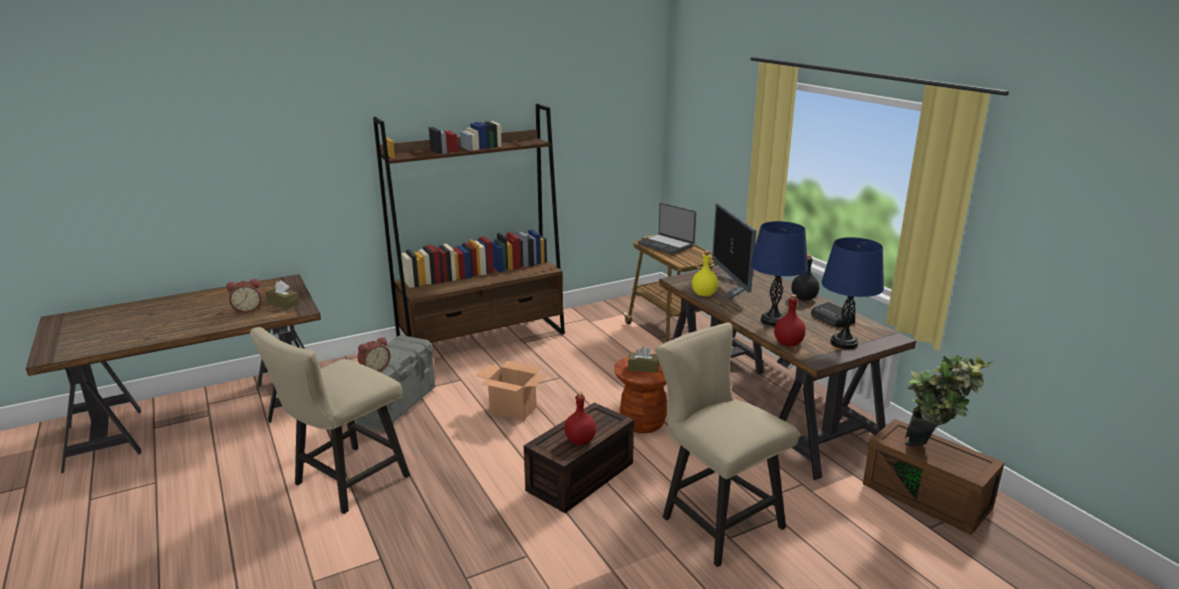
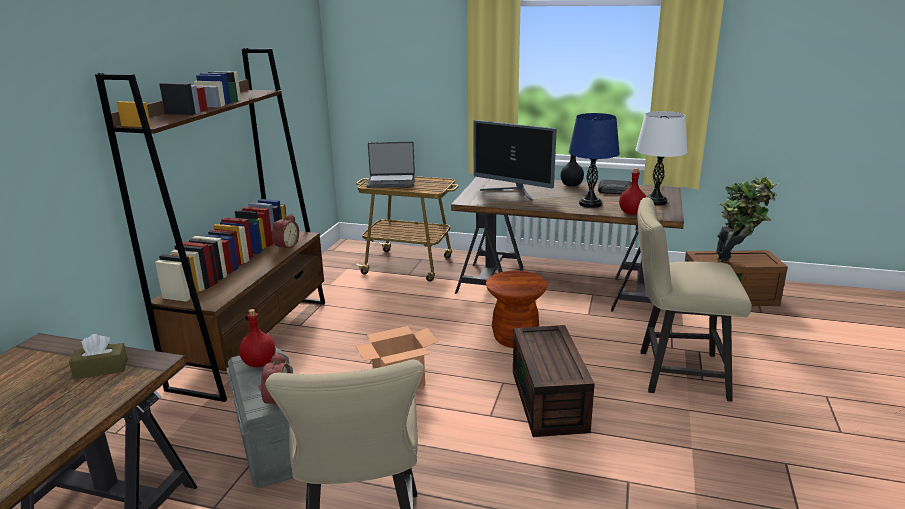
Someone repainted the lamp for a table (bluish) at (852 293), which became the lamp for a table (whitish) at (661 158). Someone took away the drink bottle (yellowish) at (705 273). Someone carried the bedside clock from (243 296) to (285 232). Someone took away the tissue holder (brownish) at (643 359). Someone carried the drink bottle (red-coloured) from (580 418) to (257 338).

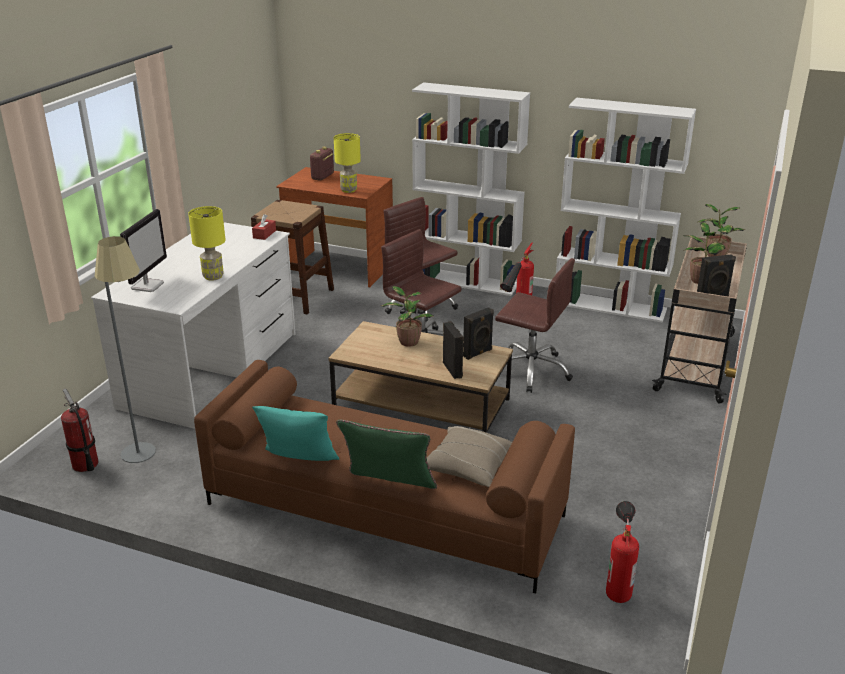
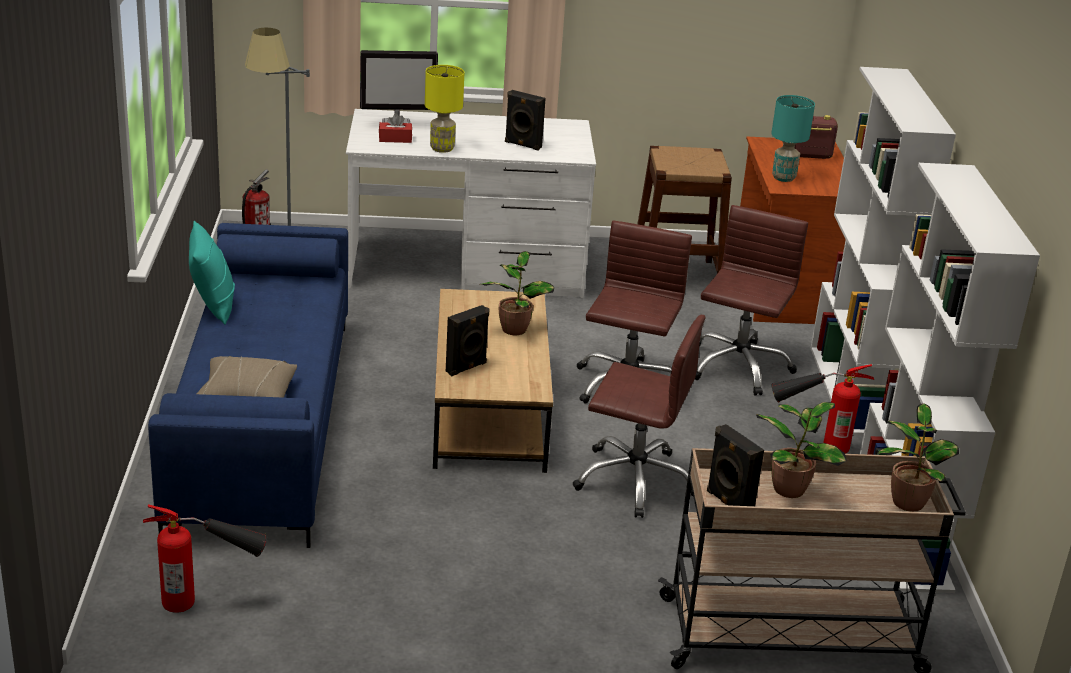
Someone repainted the lamp for a table (yellowish) at (347 163), which became the lamp for a table (blue-green) at (793 138). Someone carried the tissue holder (red-coloured) from (264 227) to (395 128). Someone rotated the computer chair (brownish) at (535 325) by 75 degrees counterclockwise. Someone carried the loudspeaker (blackish) from (478 333) to (525 120). Someone repainted the couch (brownish) at (384 476), which became the couch (bluish) at (248 385). Someone took away the pillow (green-coloured) at (386 454).

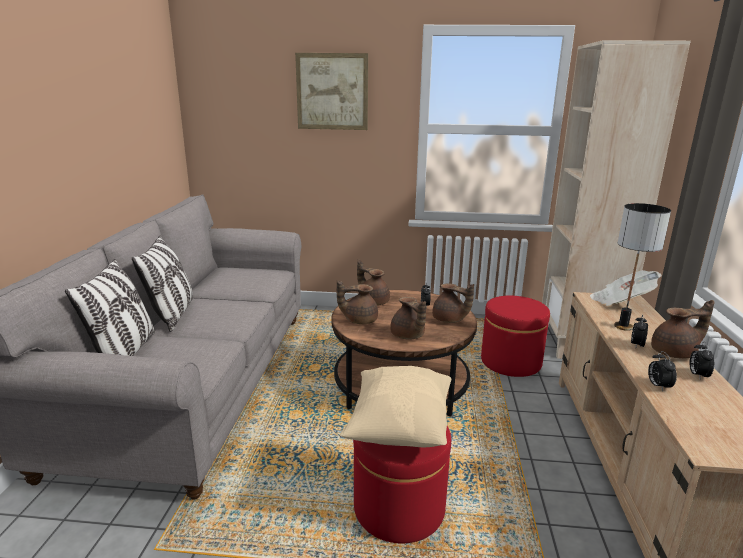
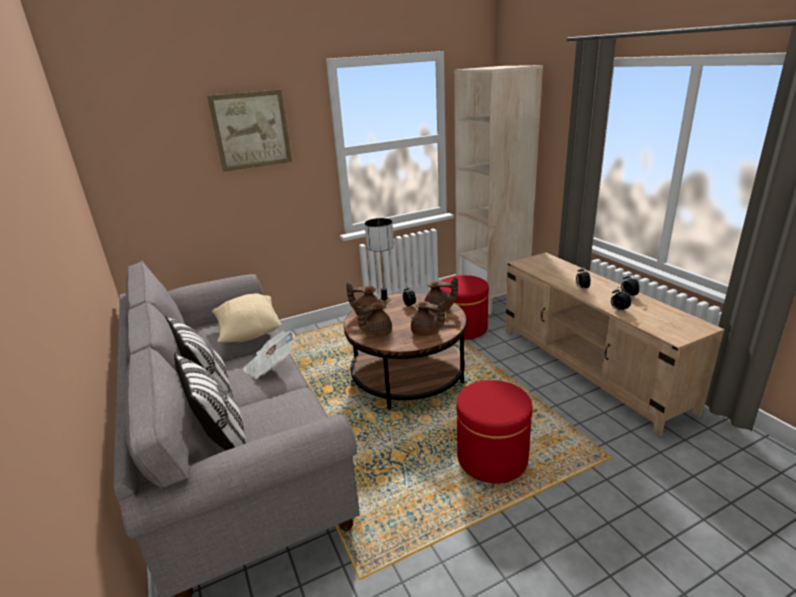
Someone carried the lamp for a table from (642 267) to (379 260). Someone carried the daily paper from (626 288) to (269 355). Someone took away the pot for tea (brownish) at (682 329). Someone carried the pillow (beige-coloured) from (395 406) to (247 318).

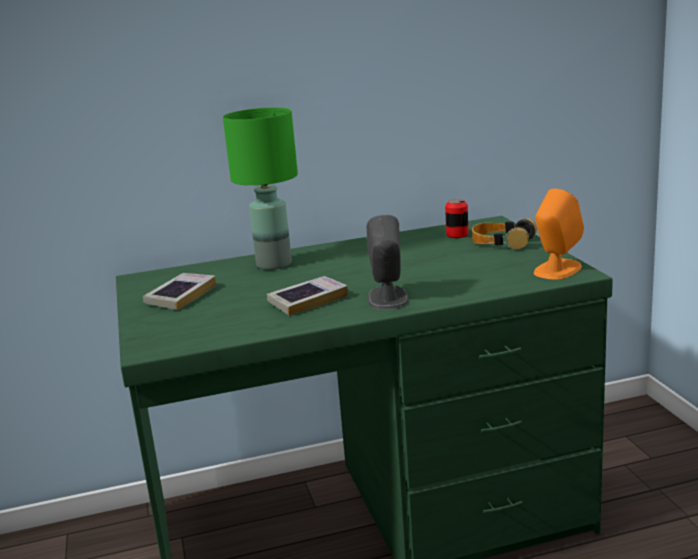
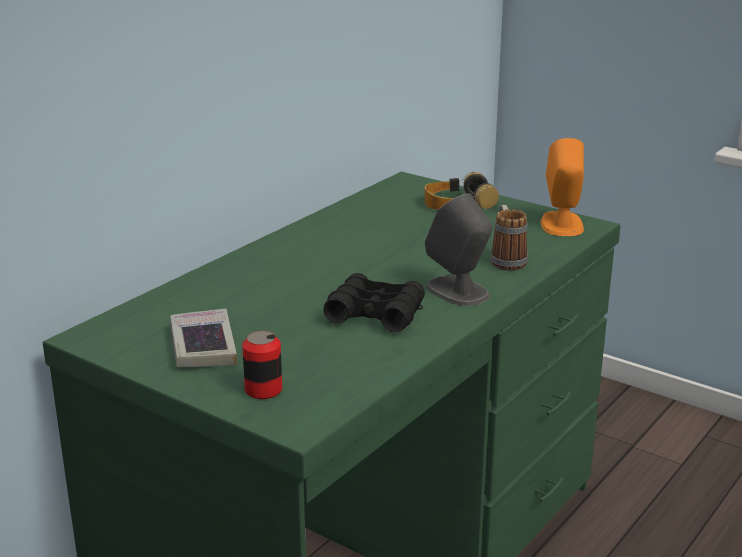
Someone took away the lamp for a table (green-coloured) at (260 188). Someone carried the can from (456 218) to (262 365). Someone swapped the volume at (307 296) for the binoculars (blackish) at (374 302). Someone put down the mug at (509 238).

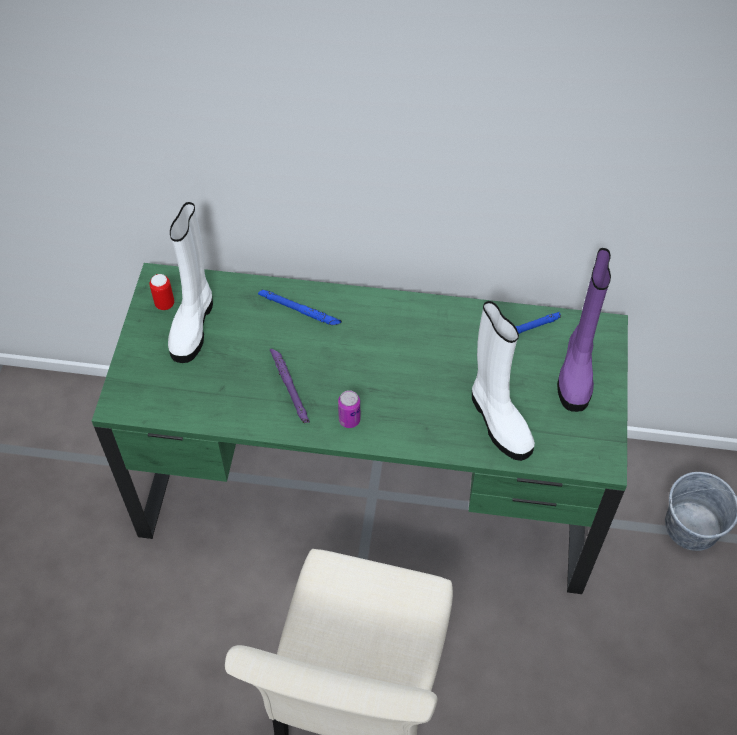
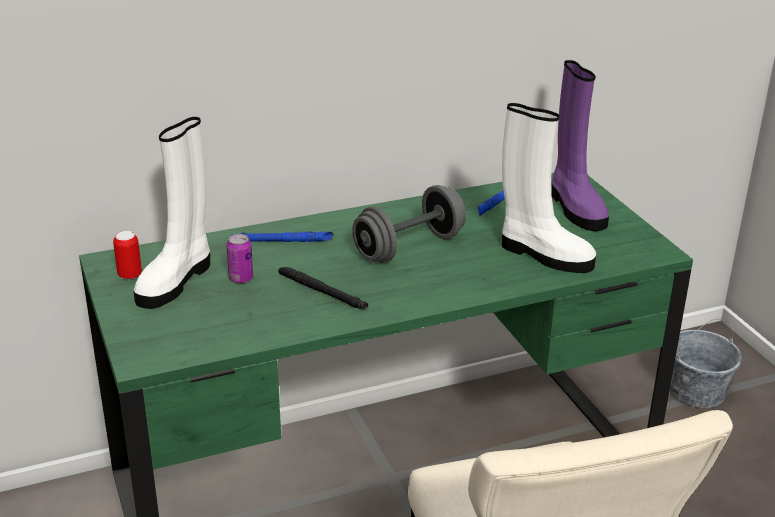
Someone rotated the high-top boot (whitish) at (190 282) by 45 degrees clockwise. Someone repainted the flashlight (purple-coloured) at (290 386), which became the flashlight (blackish) at (323 288). Someone carried the can from (349 409) to (239 258). Someone put down the hand weight (gray) at (409 224).

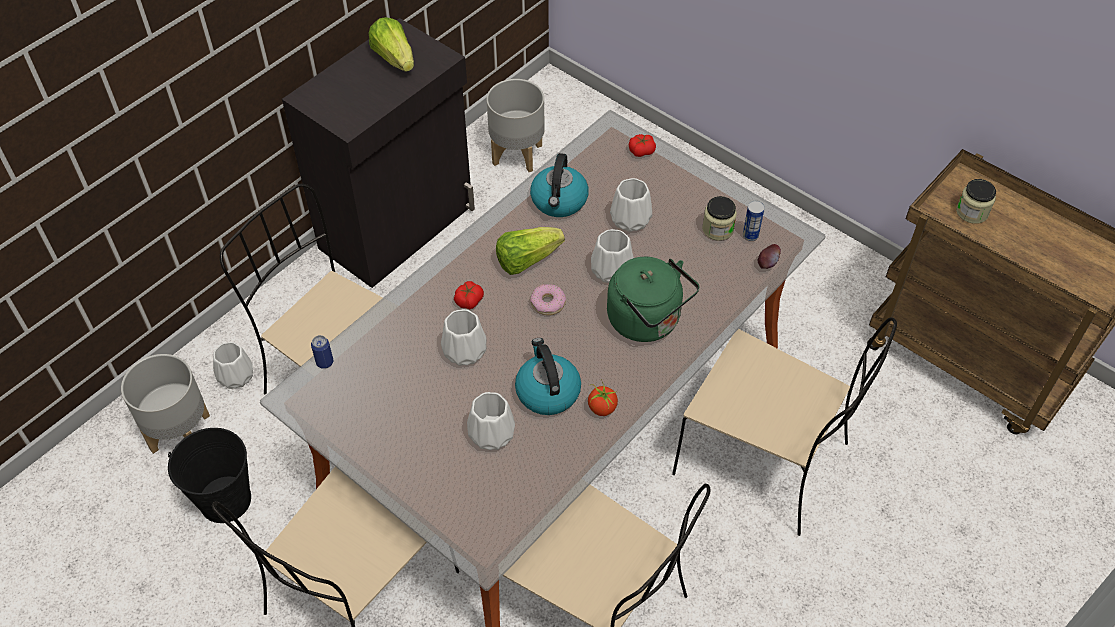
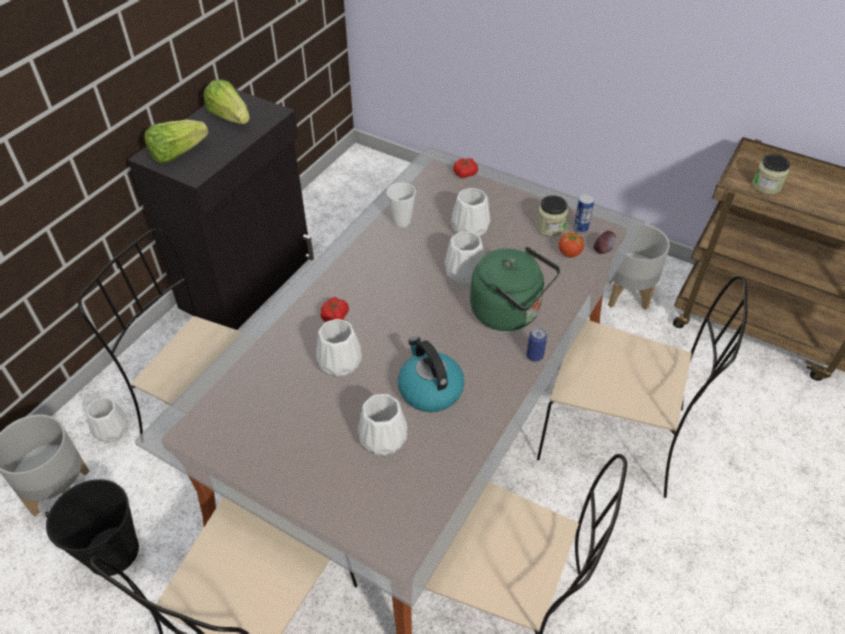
Someone carried the plant pot (gray) from (516 125) to (639 267). Someone swapped the water kettle at (559 185) for the cup at (401 204). Someone carried the lettuce head from (530 251) to (176 142). Someone took away the ring doughnut at (548 299). Someone carried the can from (322 352) to (536 344). Someone carried the fresh tomato from (603 398) to (571 241).

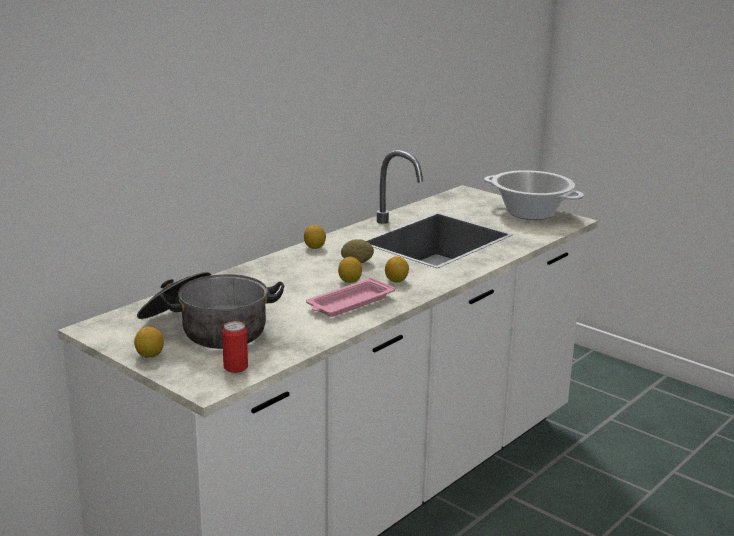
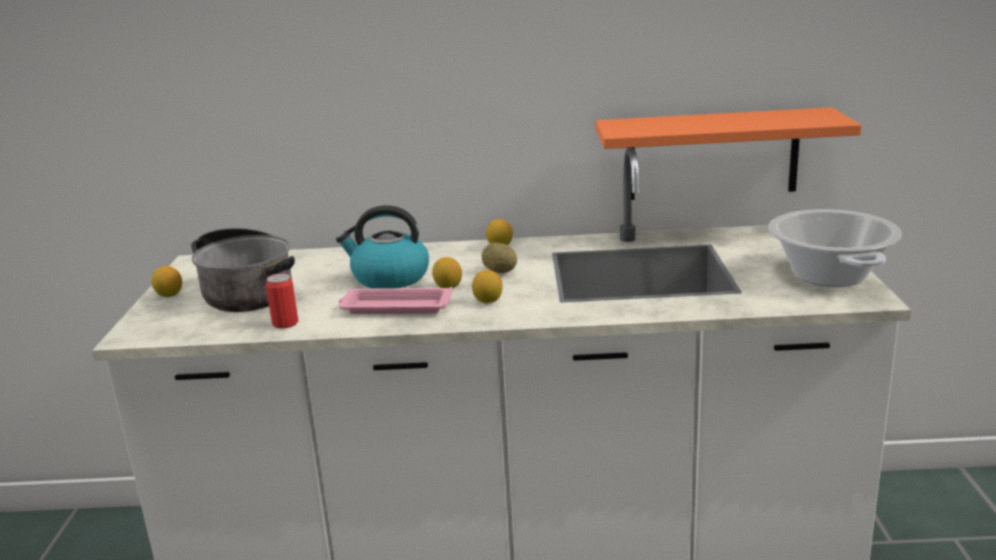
Someone carried the can from (235 347) to (282 300). Someone put up the shelf (orange) at (728 153). Someone put down the water kettle at (382 247).

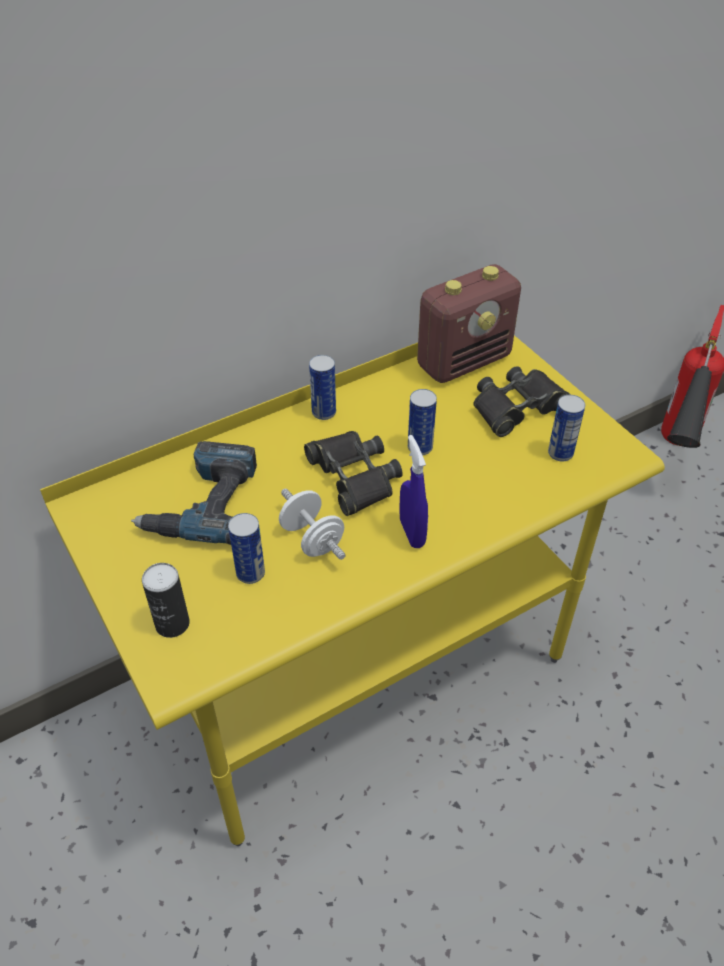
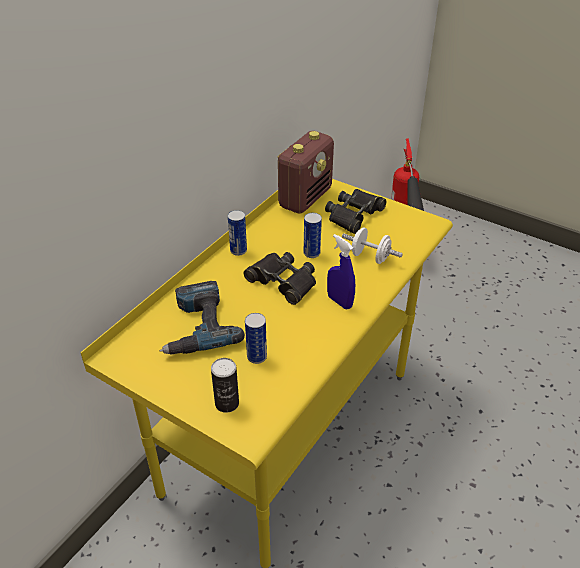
Someone took away the can at (566 428). Someone carried the hand weight (whitish) from (312 524) to (372 245).

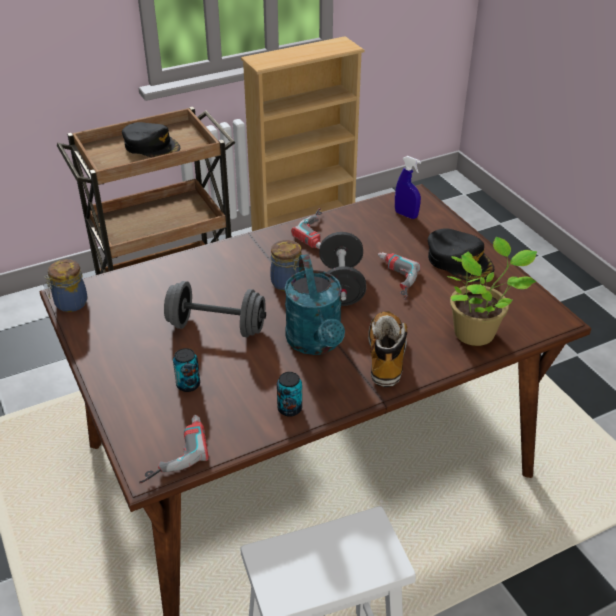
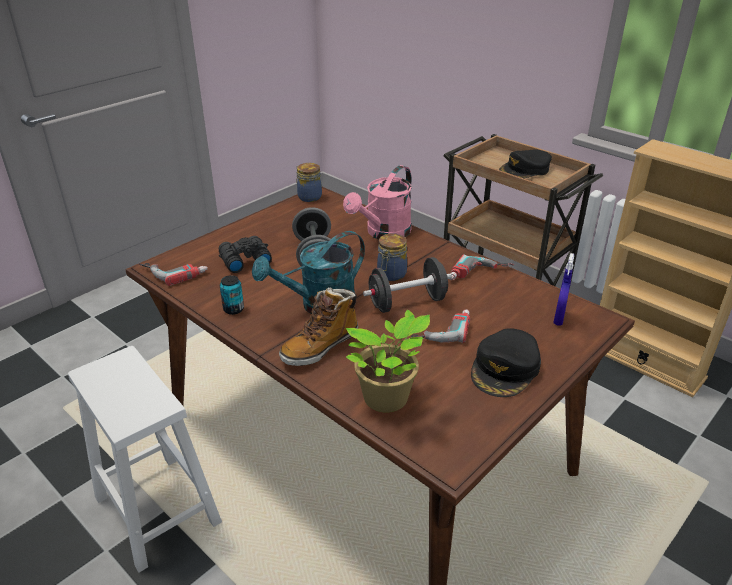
Someone rotated the peaked cap (blackish) at (151 139) by 45 degrees clockwise. Someone rotated the high-top boot at (388 349) by 150 degrees clockwise. Someone swapped the can at (186 370) for the binoculars (blackish) at (245 254). Someone put down the watering pot (pink-coloured) at (377 202).

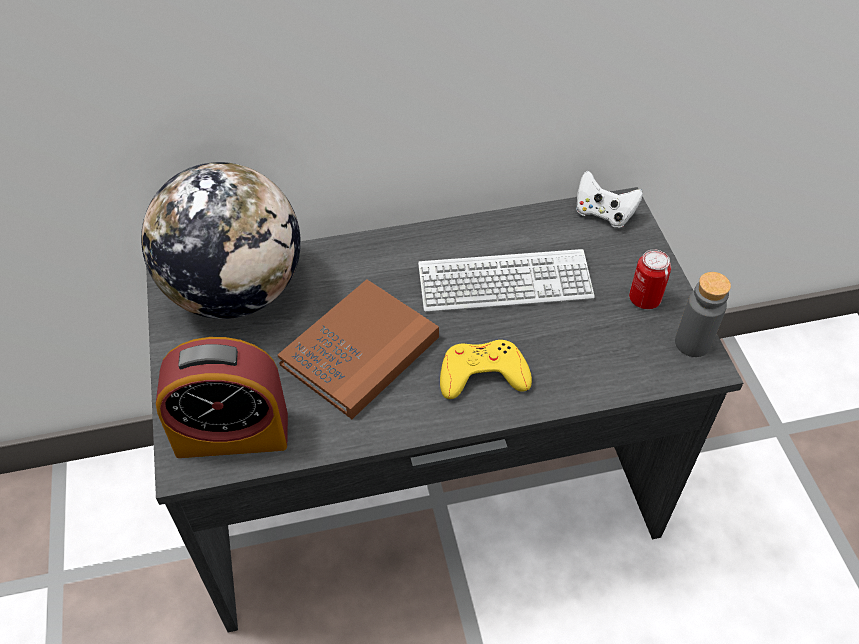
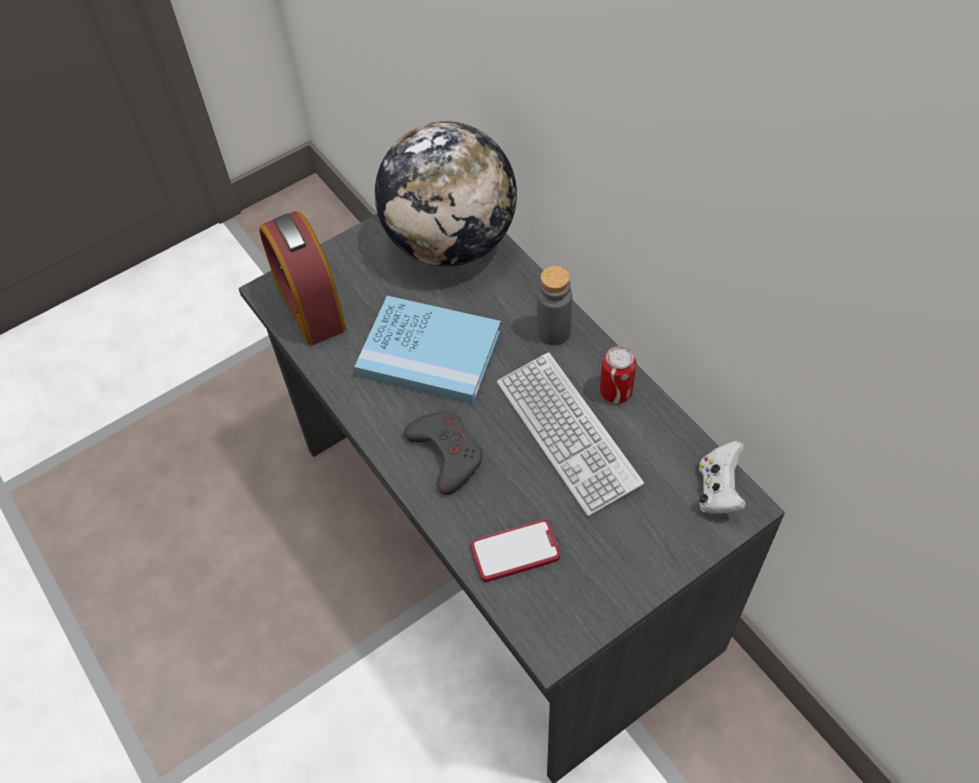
Someone carried the can from (650 279) to (618 375). Someone carried the drink bottle (gray) from (703 314) to (554 305). Someone repainted the volume (brownish) at (358 349), which became the volume (bluish) at (427 350). Someone repainted the joypad (yellowish) at (486 369), which became the joypad (gray) at (443 453). Someone put down the telephone at (515 551).

